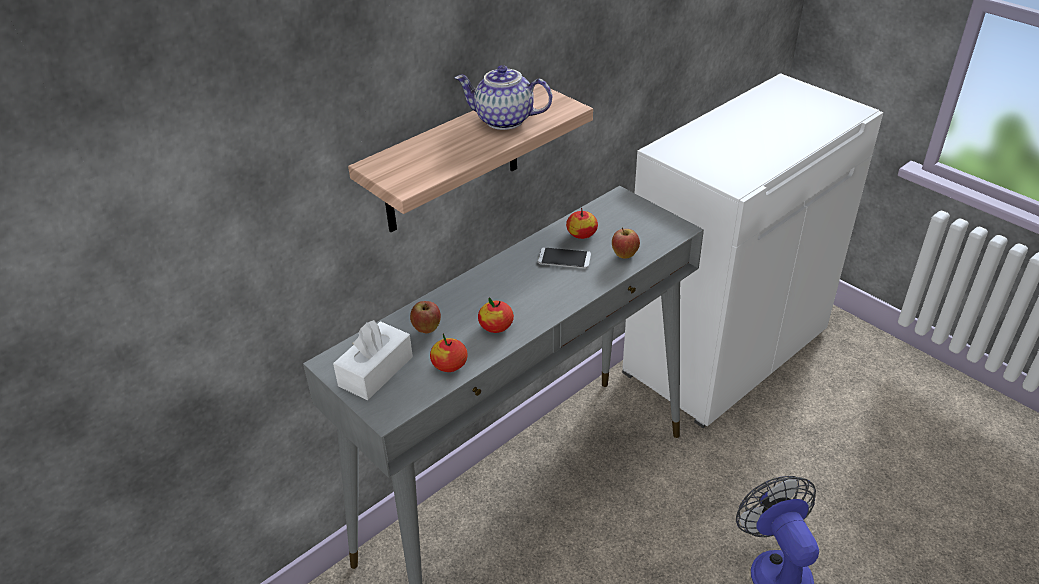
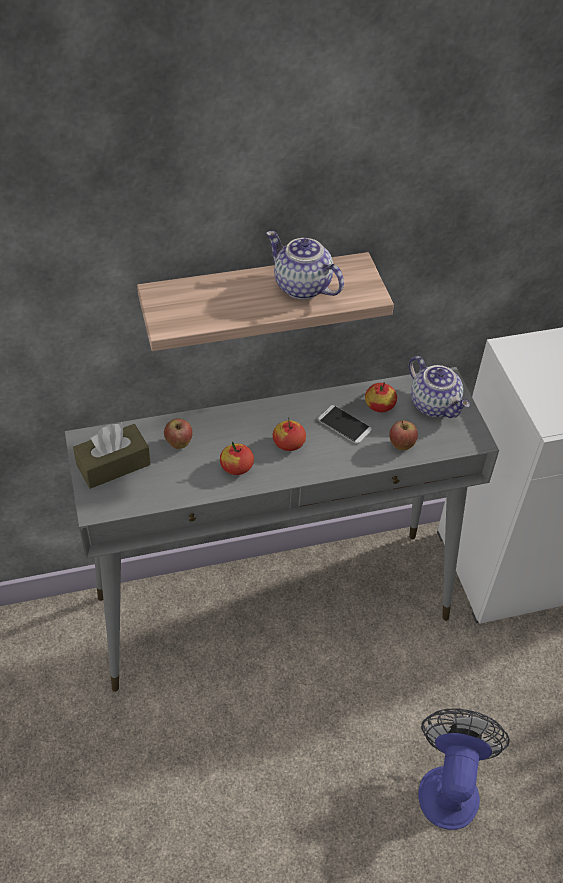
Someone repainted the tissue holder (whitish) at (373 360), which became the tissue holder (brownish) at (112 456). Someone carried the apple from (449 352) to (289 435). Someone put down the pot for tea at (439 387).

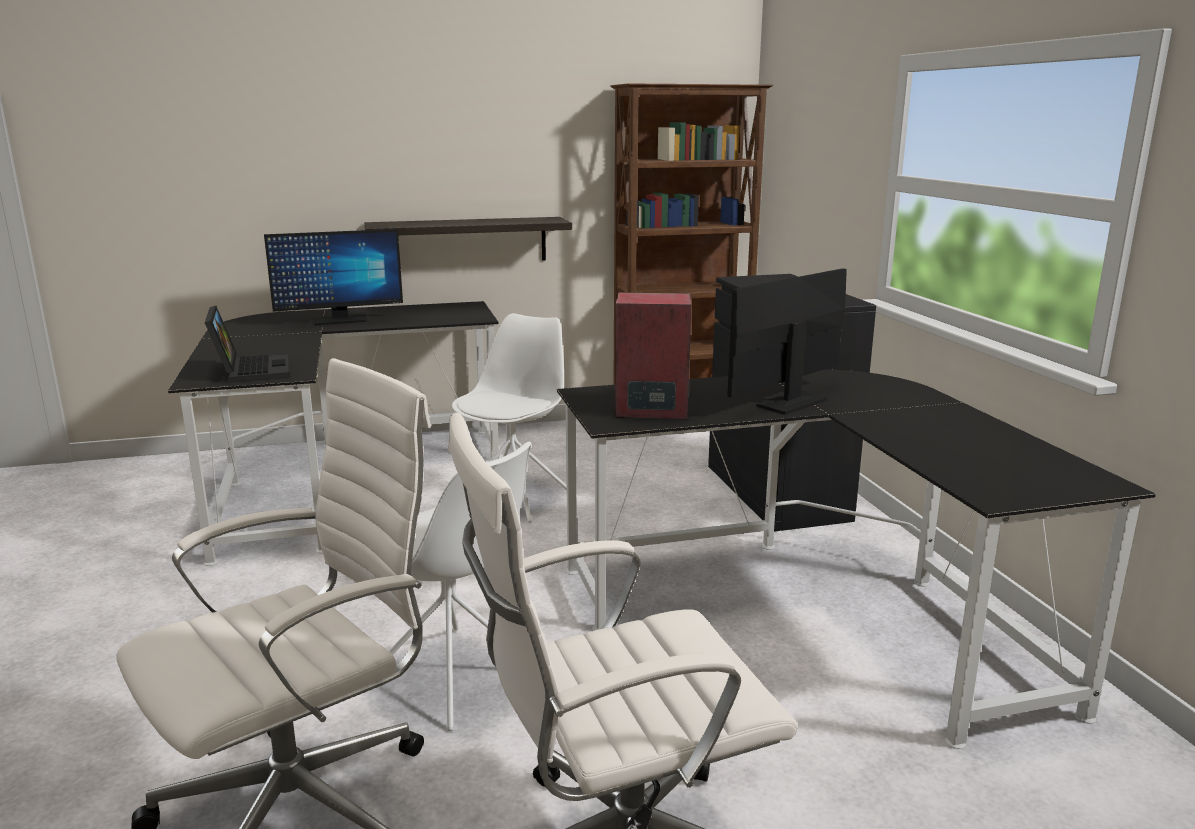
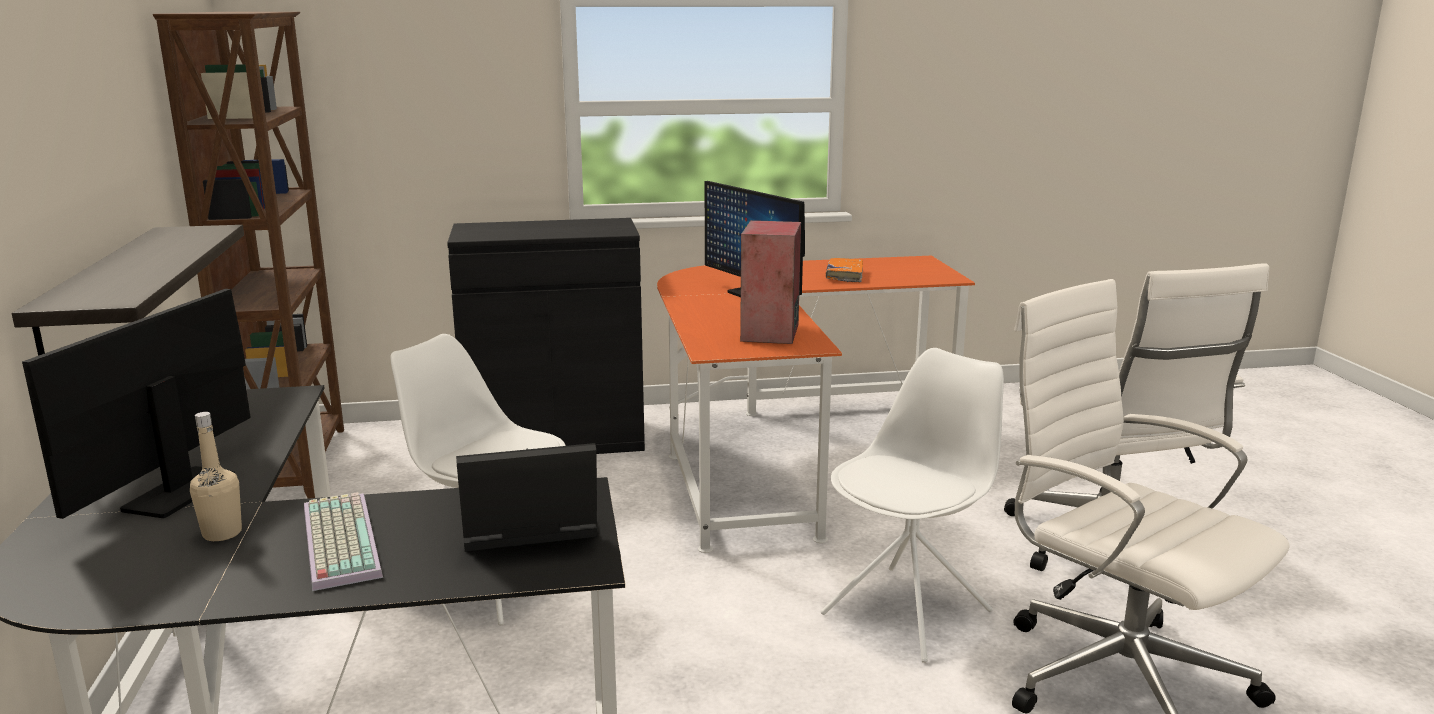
Someone rotated the computer screen at (333 277) by 150 degrees counterclockwise. Someone repainted the desk table (blackish) at (856 559), which became the desk table (orange) at (816 404). Someone put down the volume (orange) at (844 270). Someone put down the drink bottle (beige-coloured) at (216 476). Someone put down the PC keyboard at (343 541).

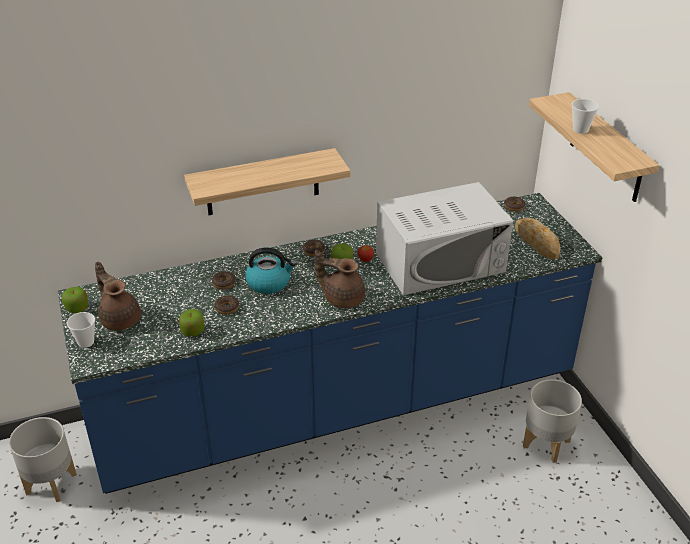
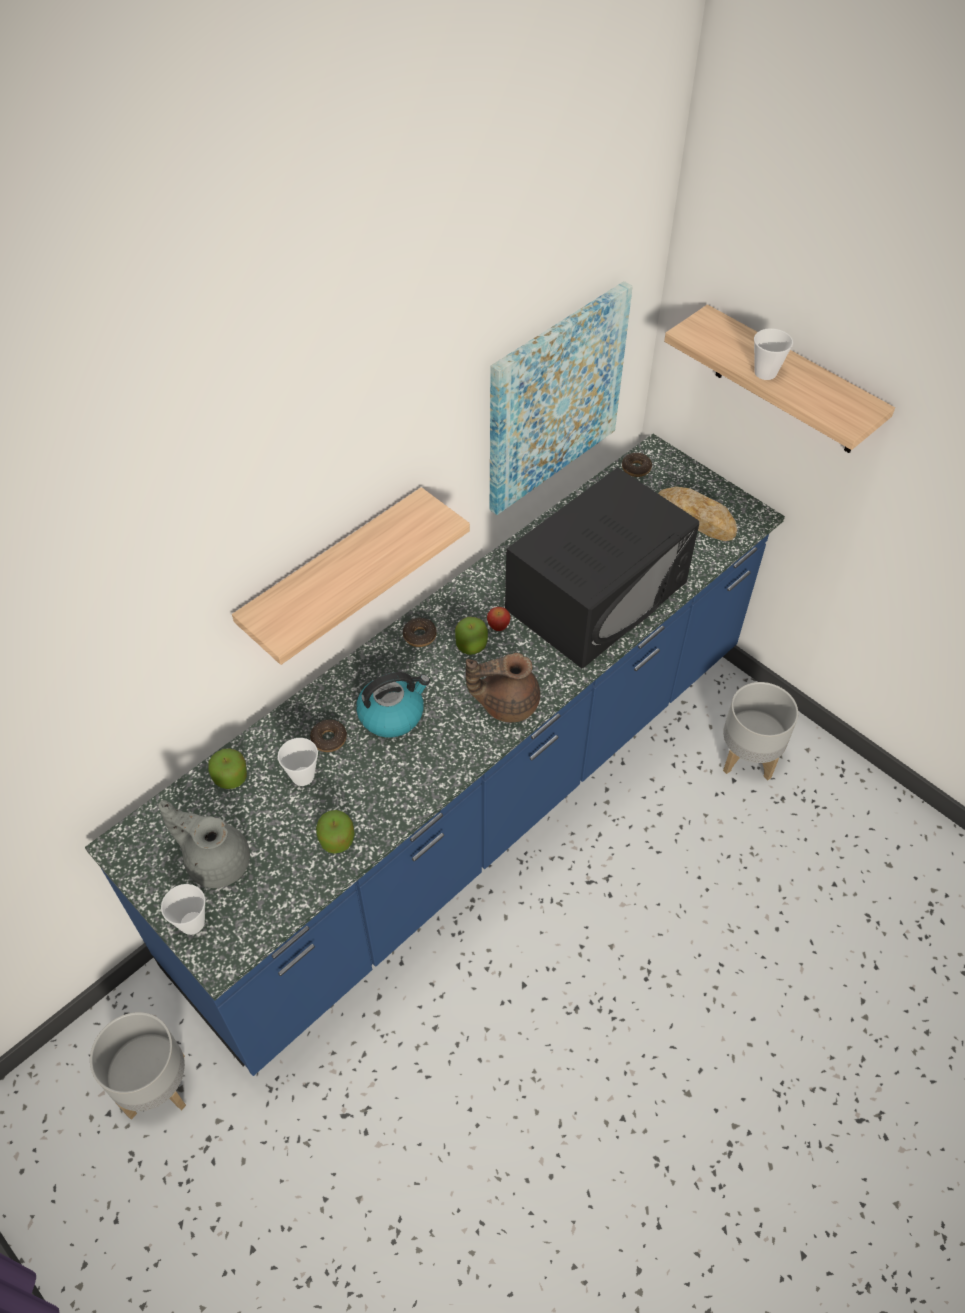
Someone repainted the microwave (whitish) at (444 238), which became the microwave (blackish) at (602 568). Someone repainted the pot for tea (brownish) at (118 296), which became the pot for tea (gray) at (204 844). Someone carried the apple from (75 300) to (227 768). Someone took away the ring doughnut at (226 305). Someone put up the wall art at (561 398). Someone put down the cup at (298 762).

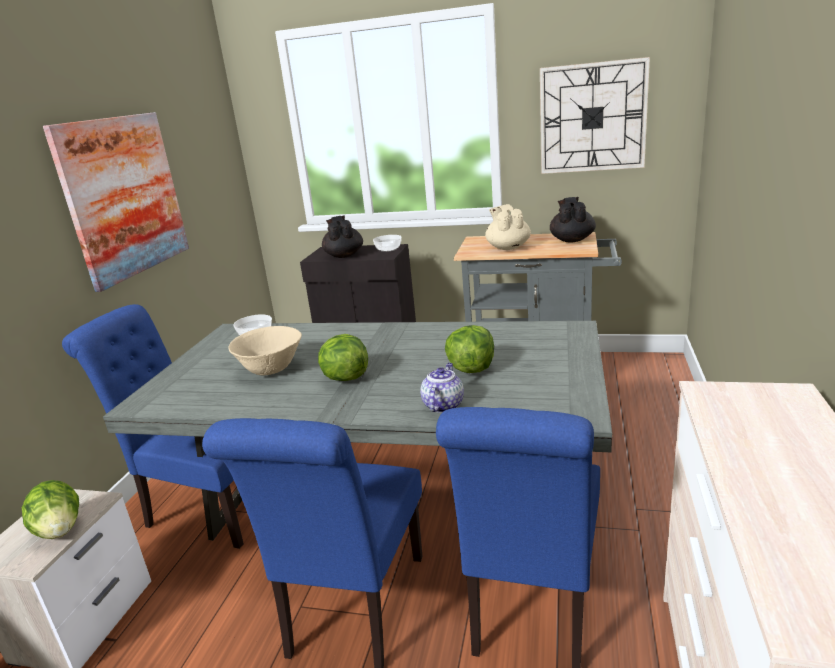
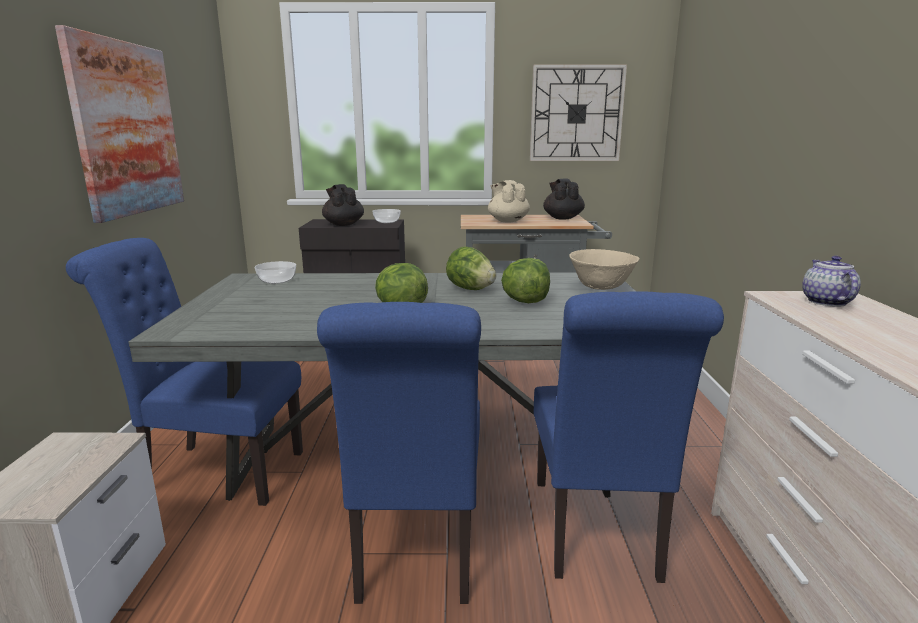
Someone carried the deep dish (beige-coloured) from (265 350) to (604 269). Someone carried the pot for tea from (442 388) to (831 281). Someone carried the lettuce head from (50 509) to (471 268).

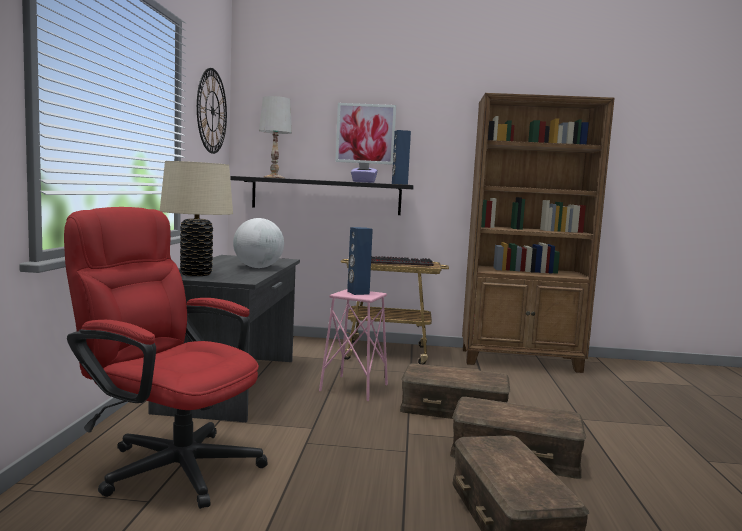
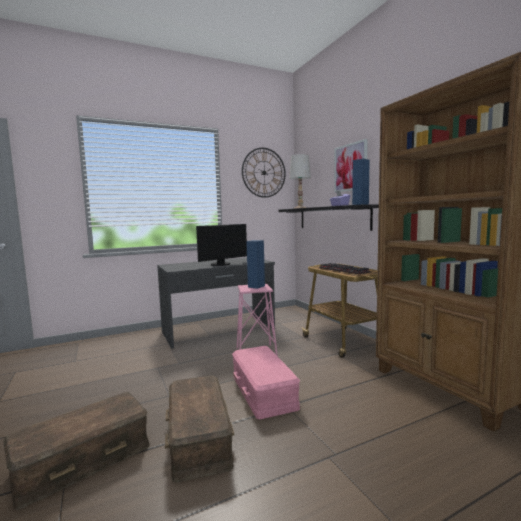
Someone took away the lamp for a table (beige-coloured) at (196 218). Someone took away the computer chair (red-coloured) at (165 358). Someone swapped the desk globe at (258 243) for the computer screen at (221 245). Someone repainted the storage container (brownish) at (455 391), which became the storage container (pink-coloured) at (266 382).

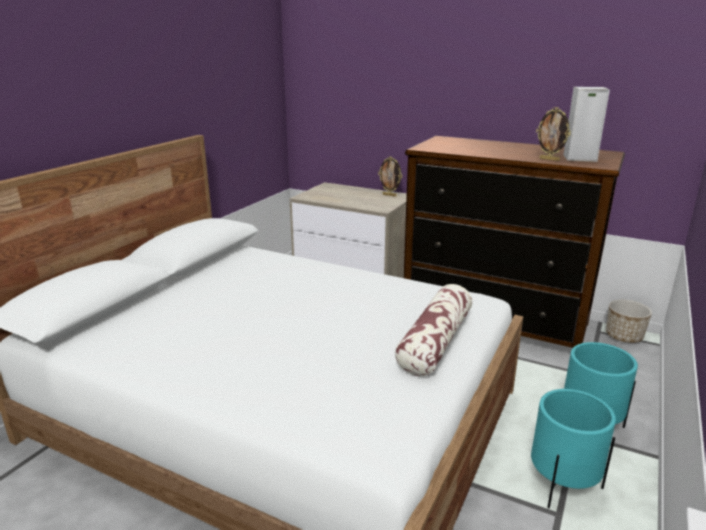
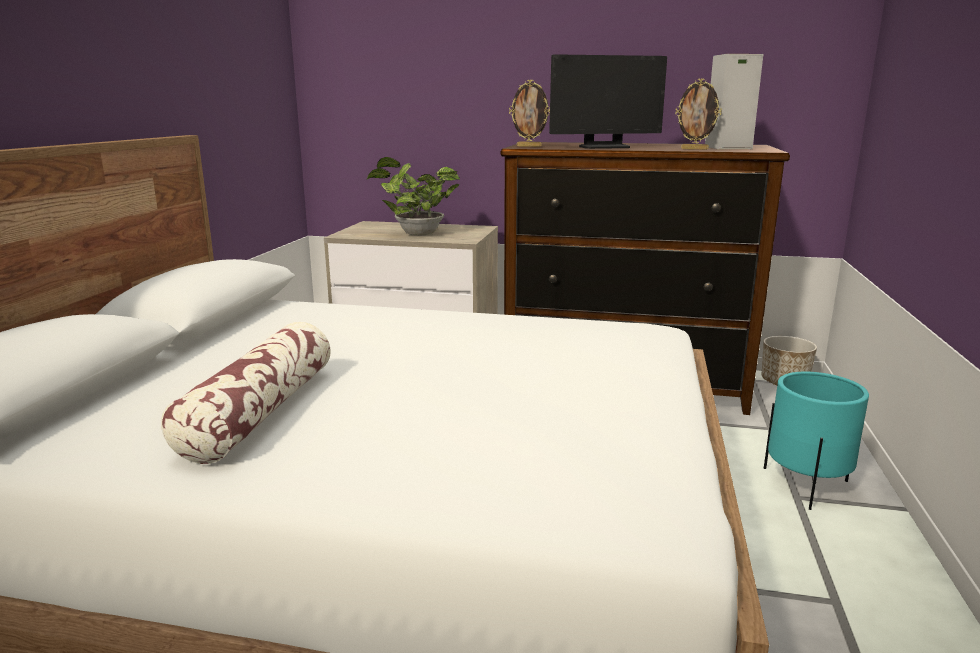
Someone carried the photo frame from (390 176) to (529 113). Someone carried the pillow from (433 330) to (246 393). Someone took away the plant pot (blue-green) at (573 448). Someone put down the computer screen at (608 101). Someone put down the plant in a pot at (413 196).

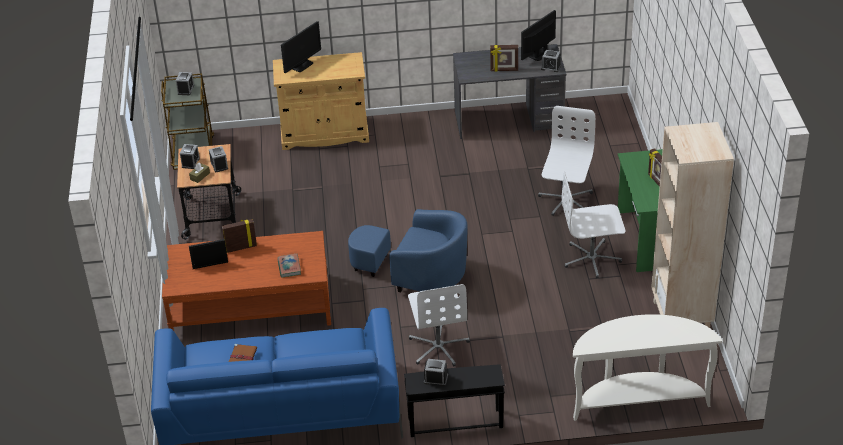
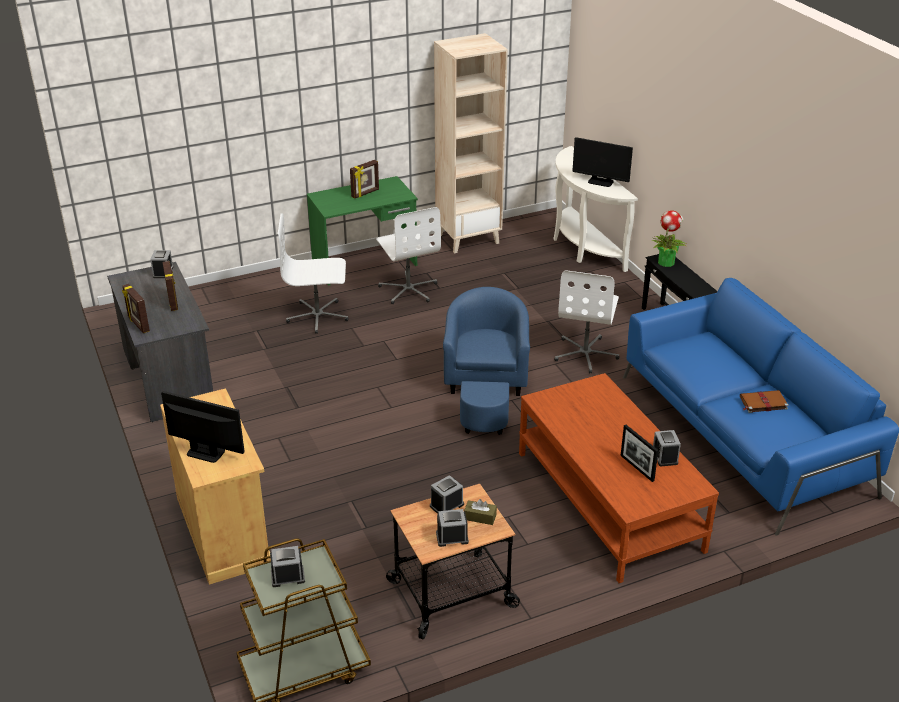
Someone carried the computer screen from (538 35) to (602 162). Someone carried the photo frame from (239 236) to (136 308). Someone took away the volume at (289 266). Someone rotated the computer chair (whitish) at (439 325) by 135 degrees clockwise. Someone carried the bedside clock from (436 372) to (667 448). Someone put down the plant in a pot at (670 238).

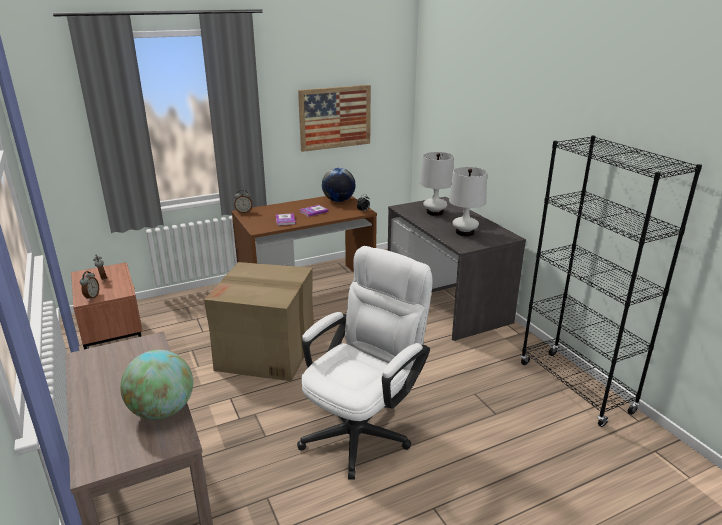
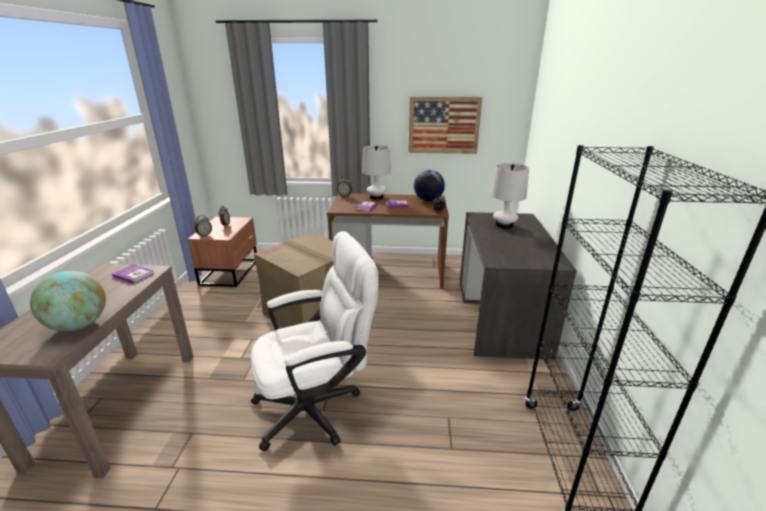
Someone carried the lamp for a table (whitish) from (468 201) to (376 172). Someone put down the volume at (133 274).

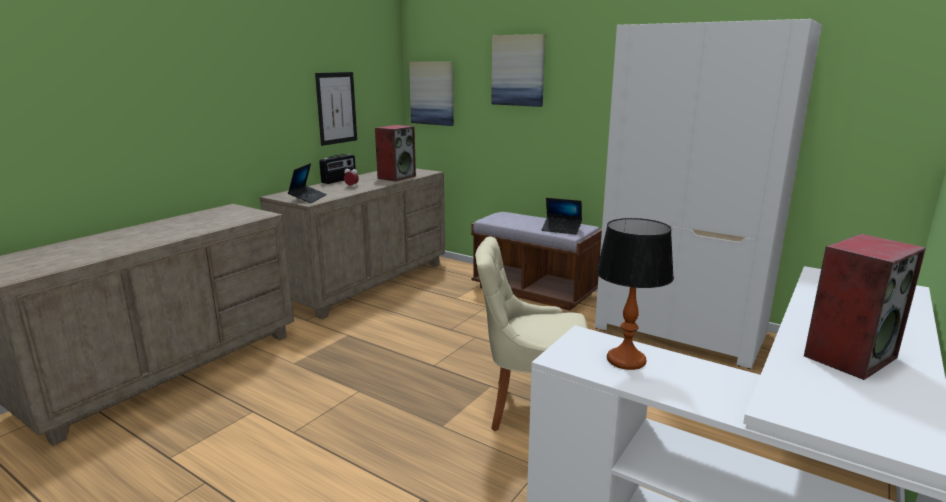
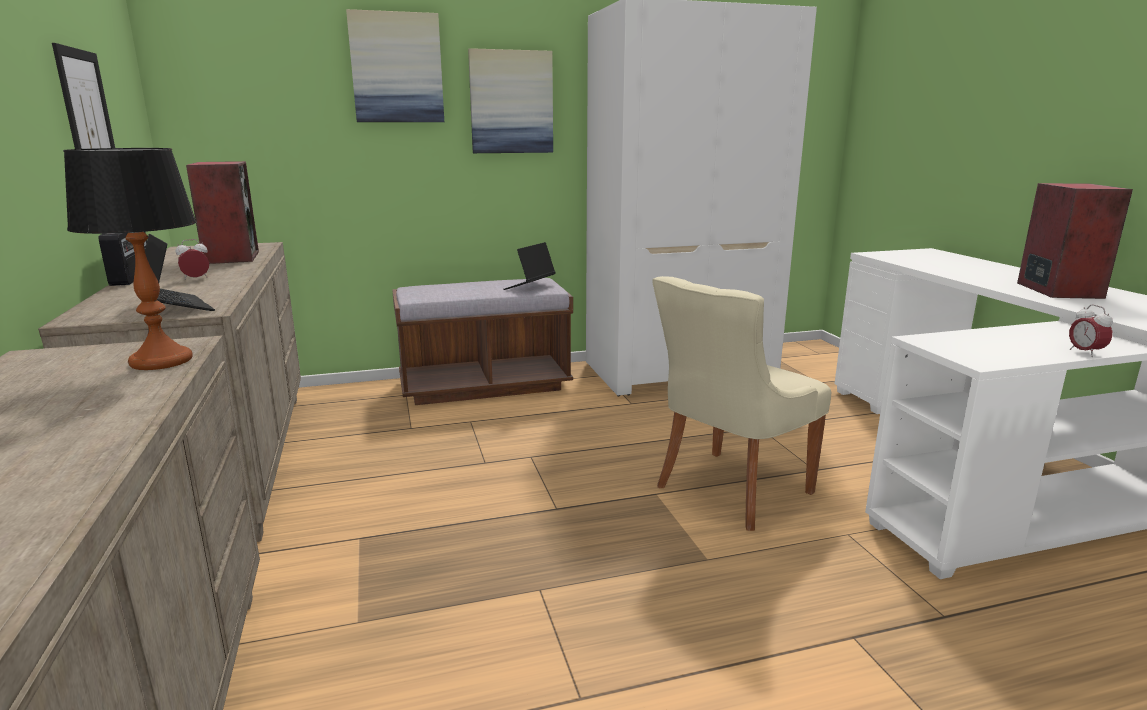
Someone carried the wall art from (431 94) to (510 100). Someone rotated the notebook computer at (561 216) by 150 degrees clockwise. Someone carried the lamp for a table from (635 294) to (130 259). Someone put down the bedside clock at (1091 331).

